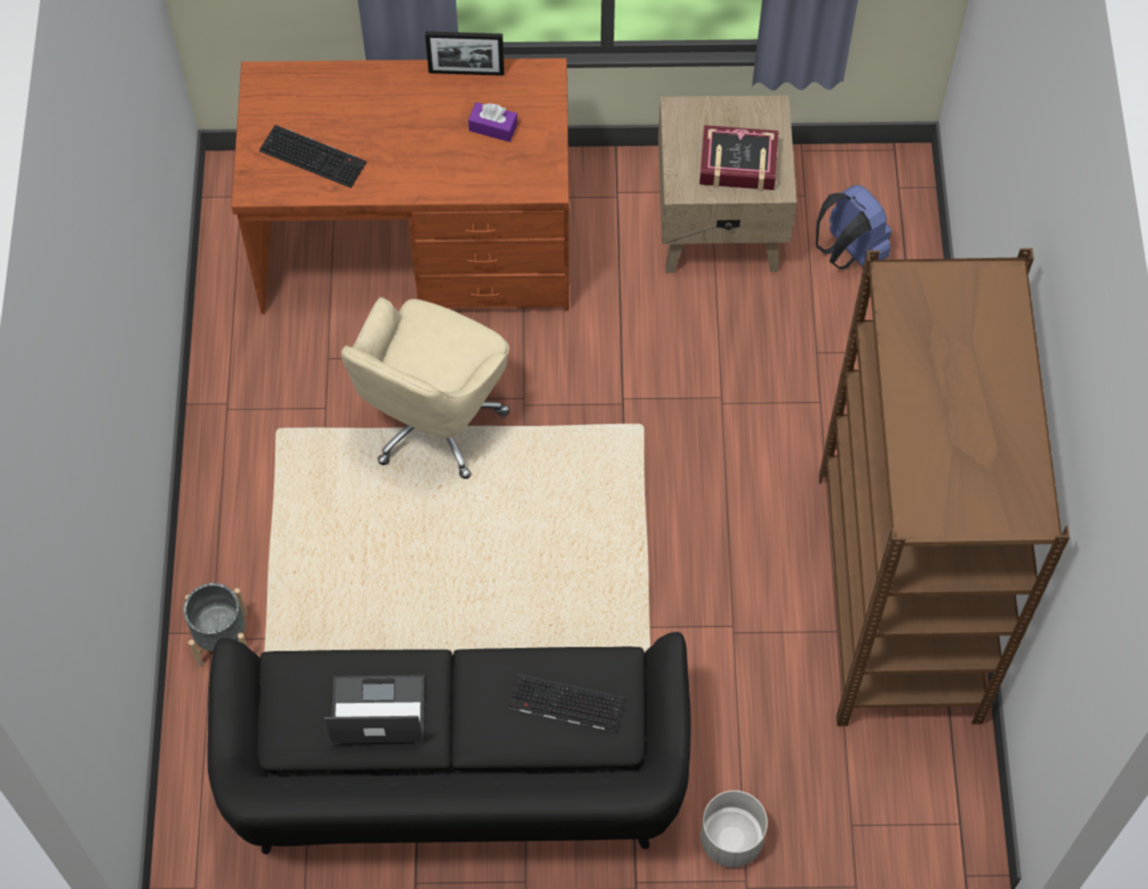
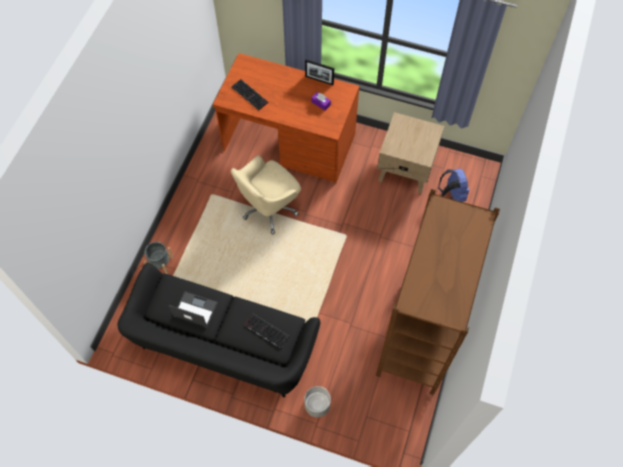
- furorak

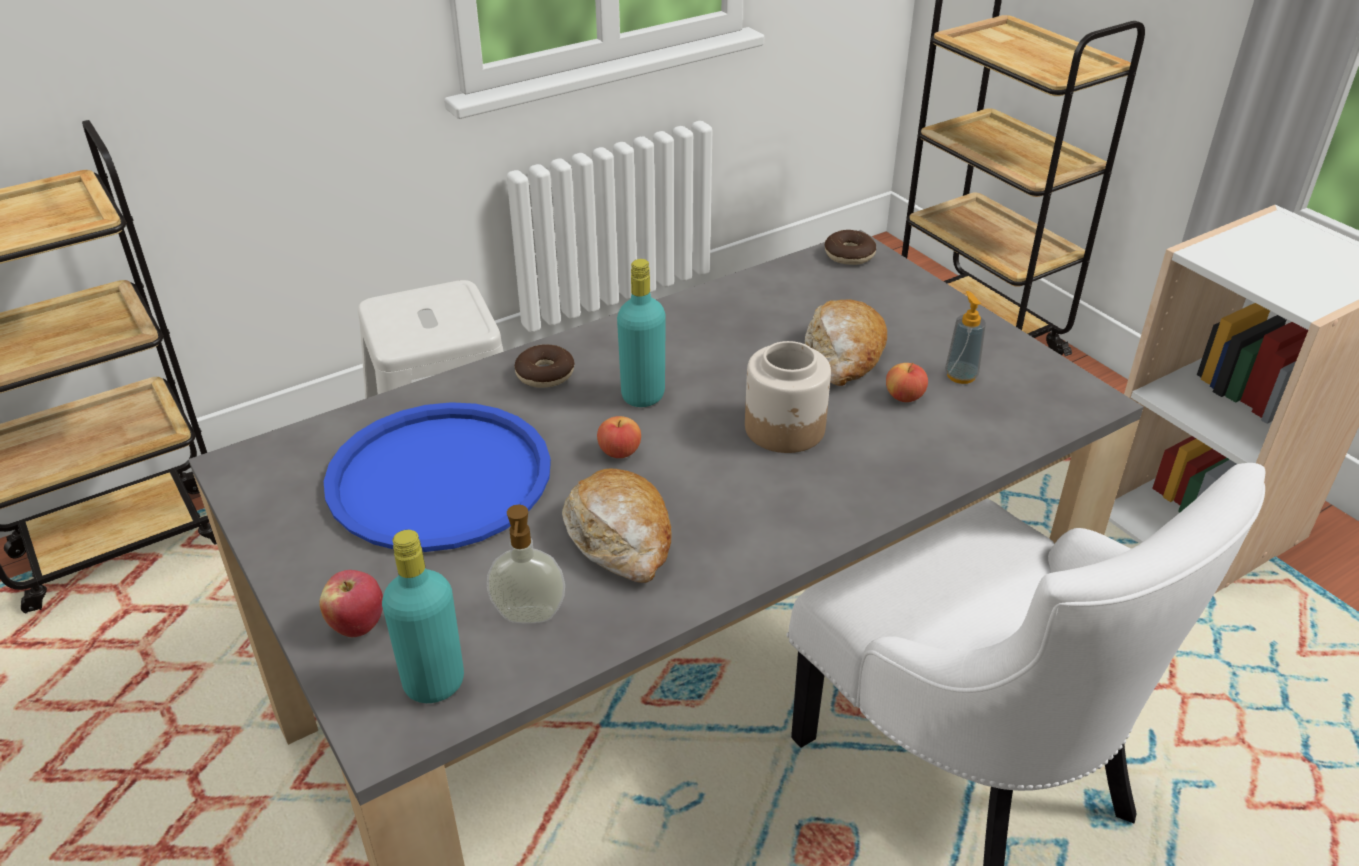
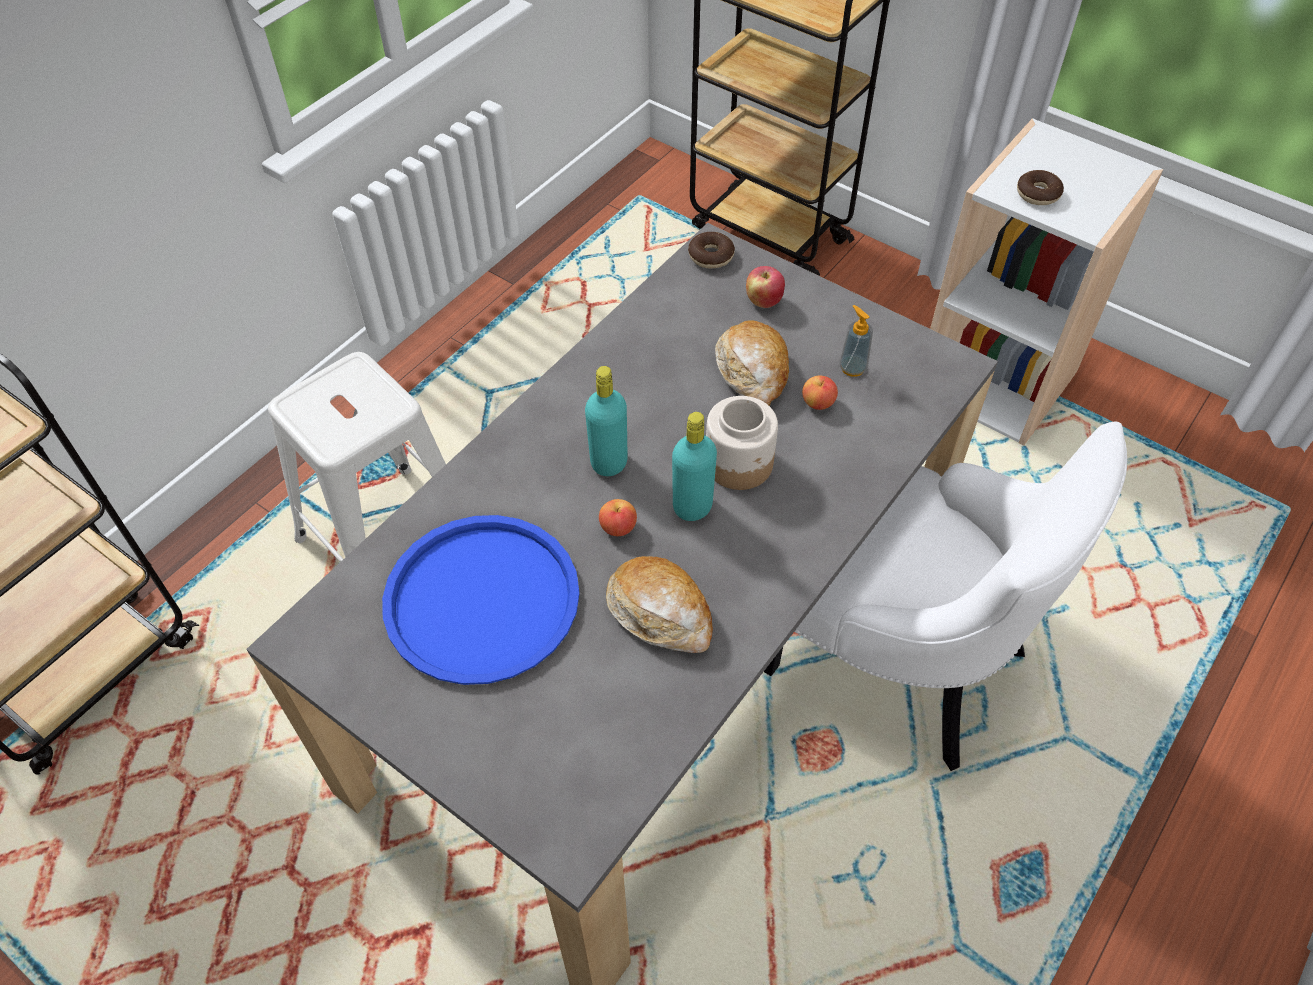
- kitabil (no. 1 from left)
~ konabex (no. 1 from left in the first image) to konabex (no. 2 from left)
~ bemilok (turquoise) (no. 1 from left in the first image) to bemilok (turquoise) (no. 2 from left)
~ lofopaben (no. 1 from left in the first image) to lofopaben (no. 2 from left)

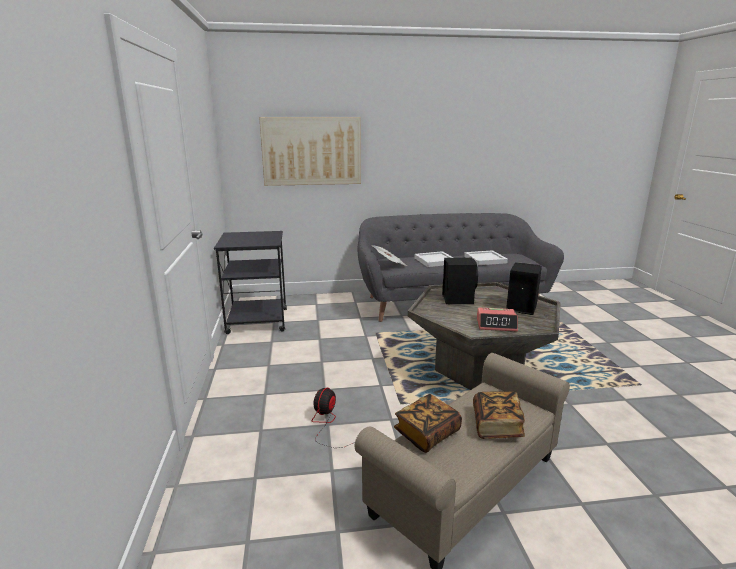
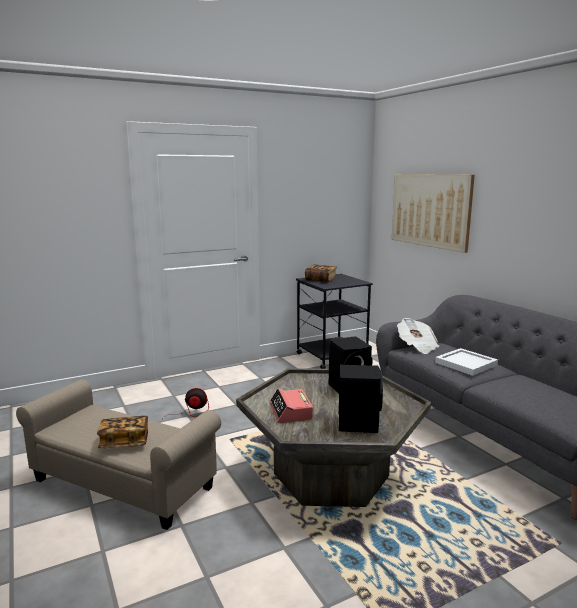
- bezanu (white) (no. 2 from left)
~ furorak (no. 1 from left in the first image) to furorak (no. 2 from left)

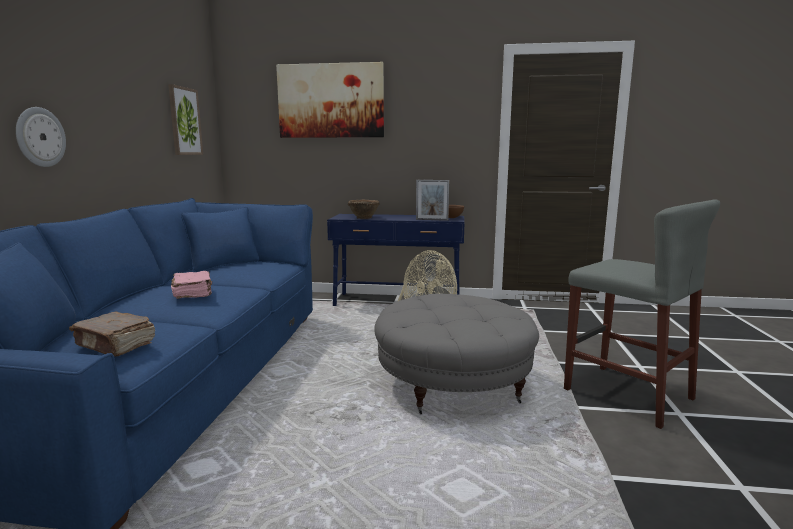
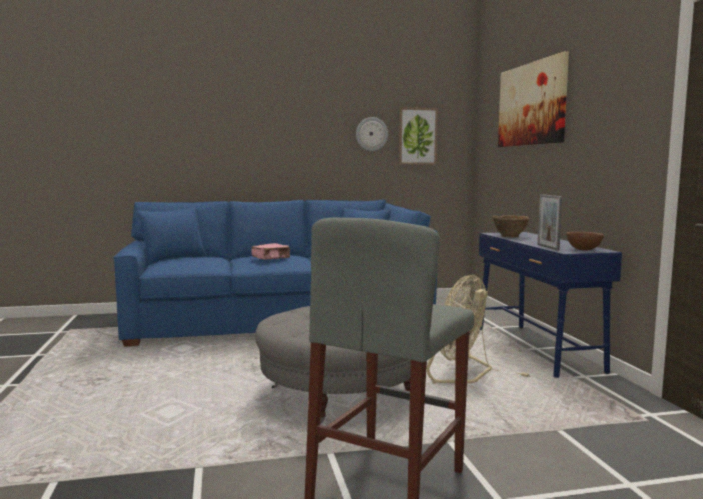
- furorak (brown)
~ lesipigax

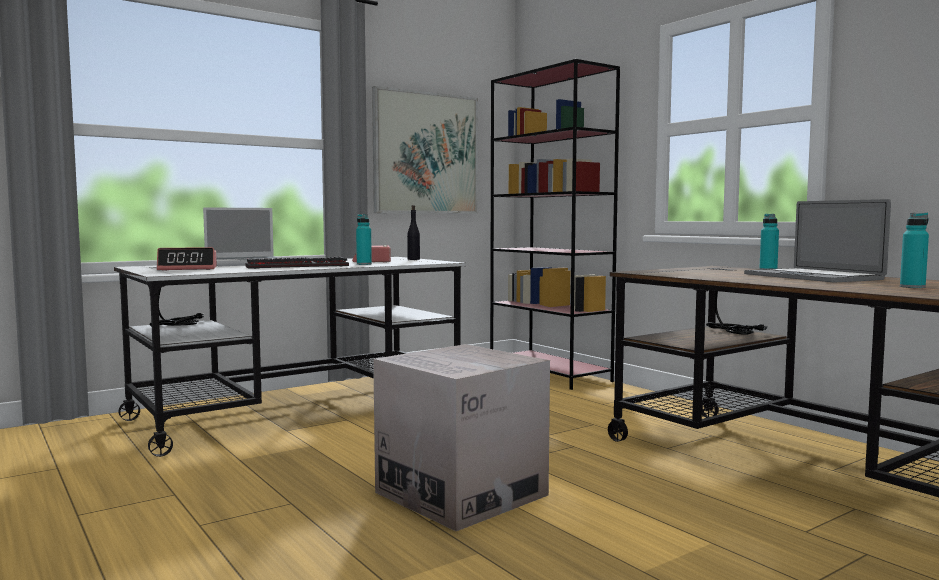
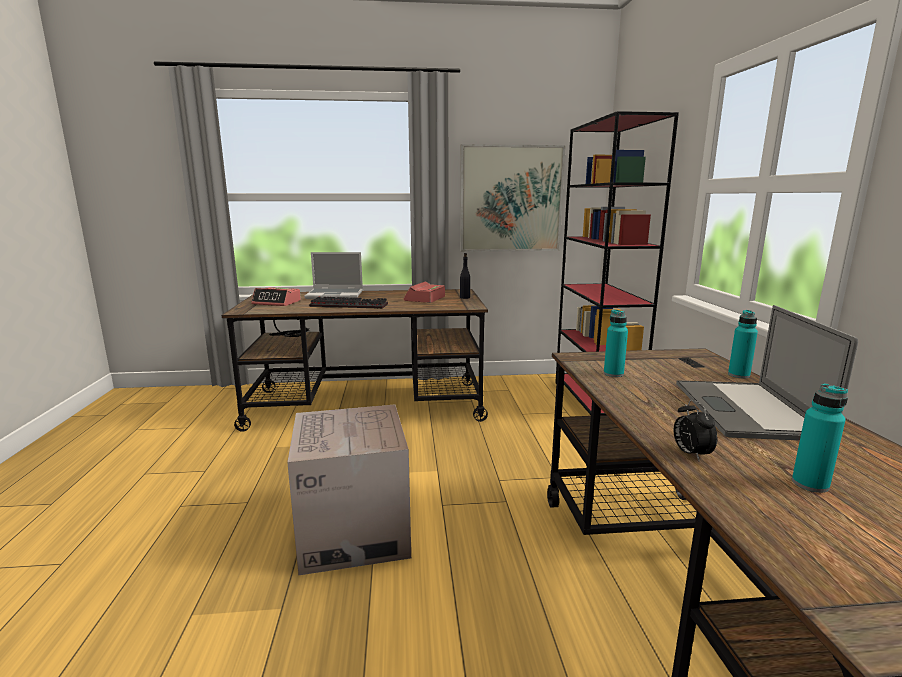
+ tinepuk (no. 3 from left)
~ bemilok (turquoise) (no. 1 from left)
~ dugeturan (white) to dugeturan (brown) (no. 1 from left)

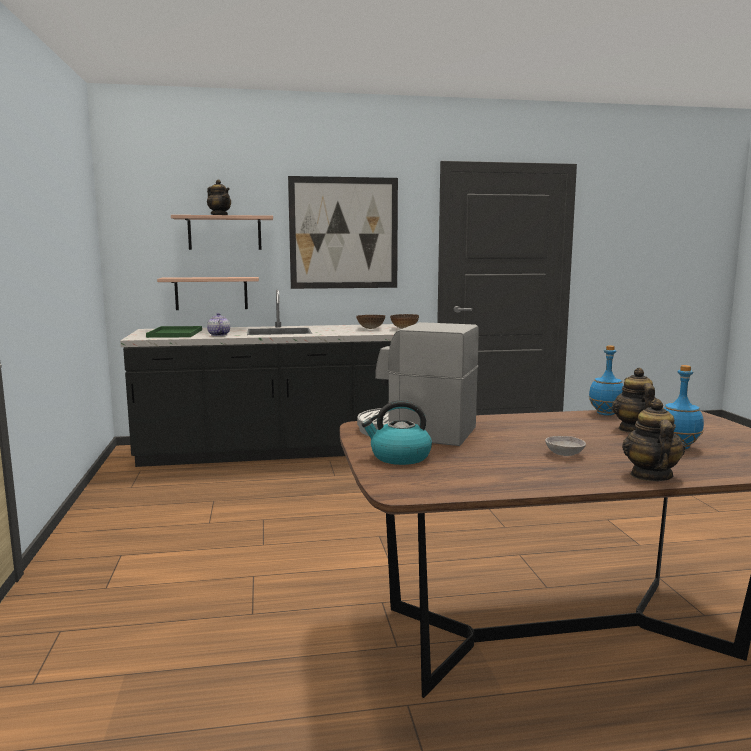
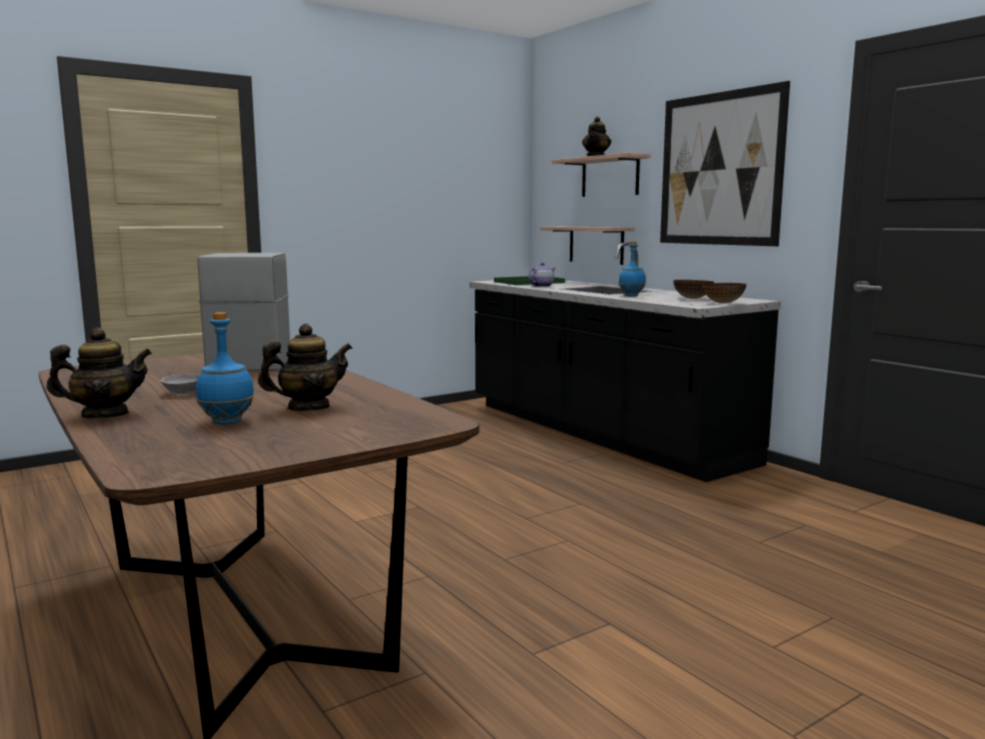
- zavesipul
~ bemilok (blue) (no. 1 from left in the first image) to bemilok (blue) (no. 2 from left)

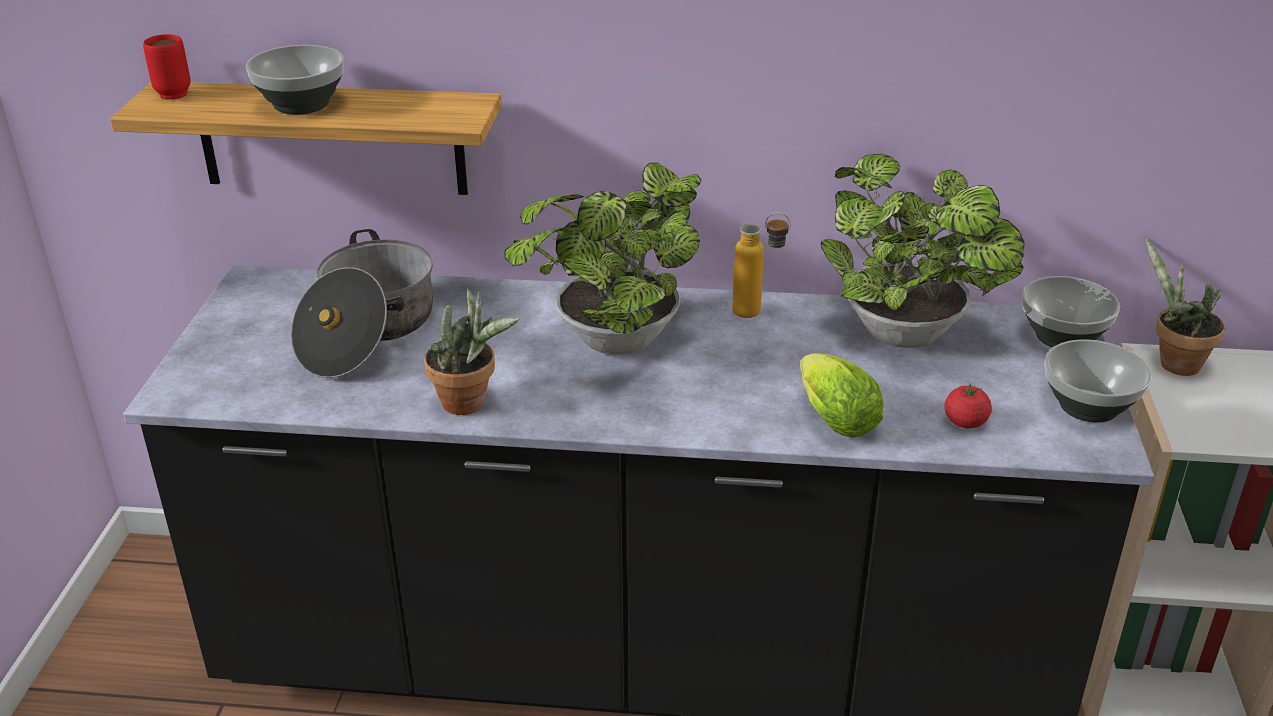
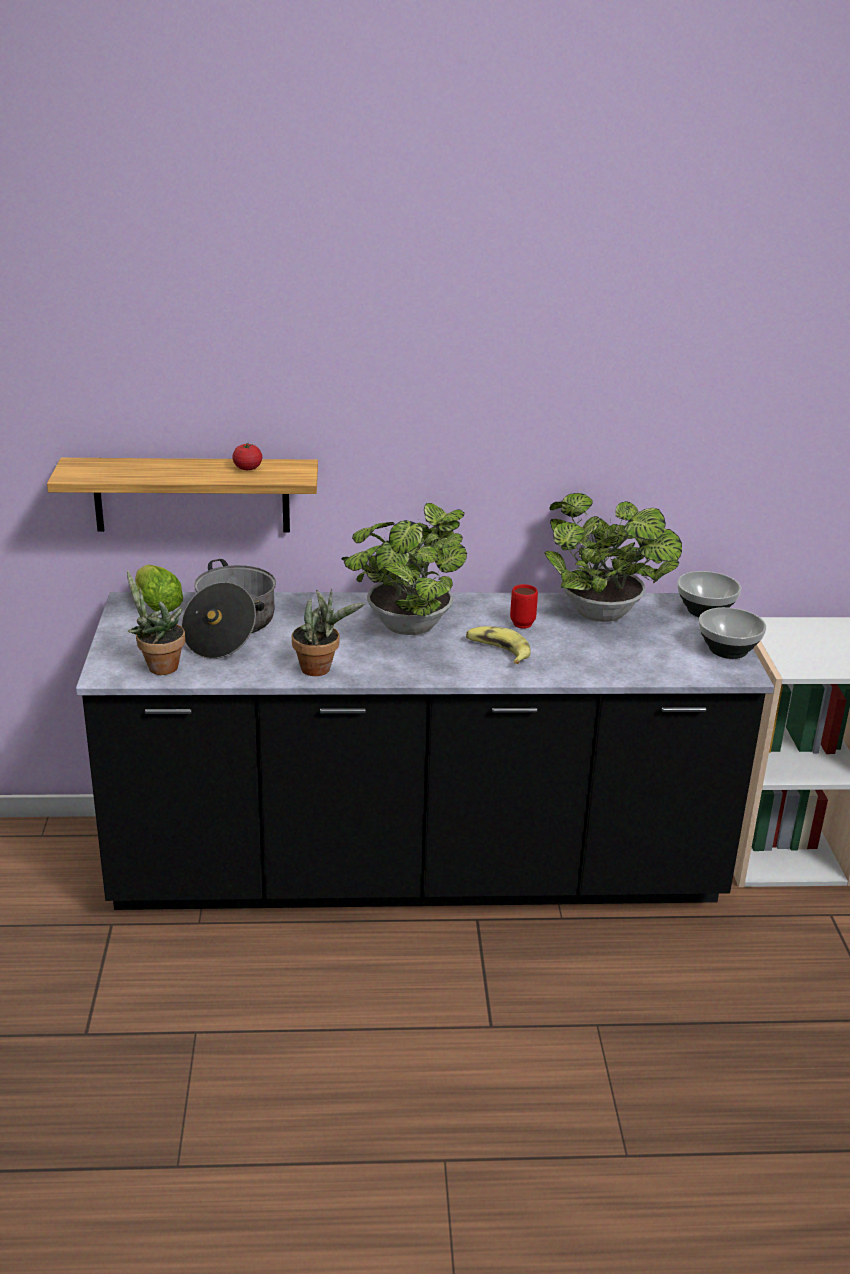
- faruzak (no. 1 from left)
- bemilok
+ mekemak
~ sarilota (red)
~ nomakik
~ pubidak
~ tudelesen (no. 4 from left in the first image) to tudelesen (no. 1 from left)

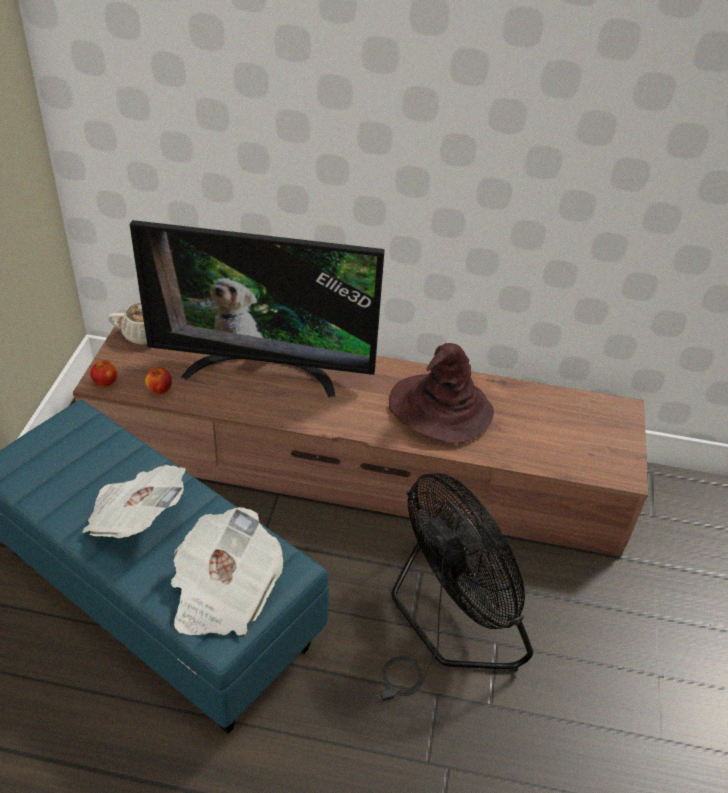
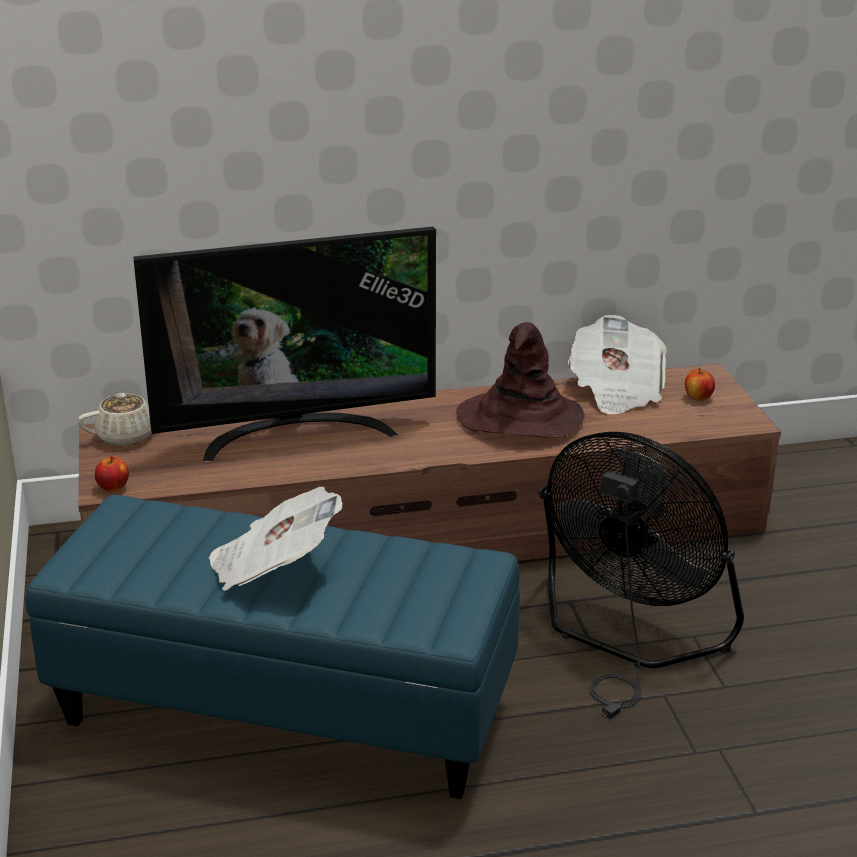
~ konabex (no. 2 from left)
~ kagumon (no. 2 from left)

